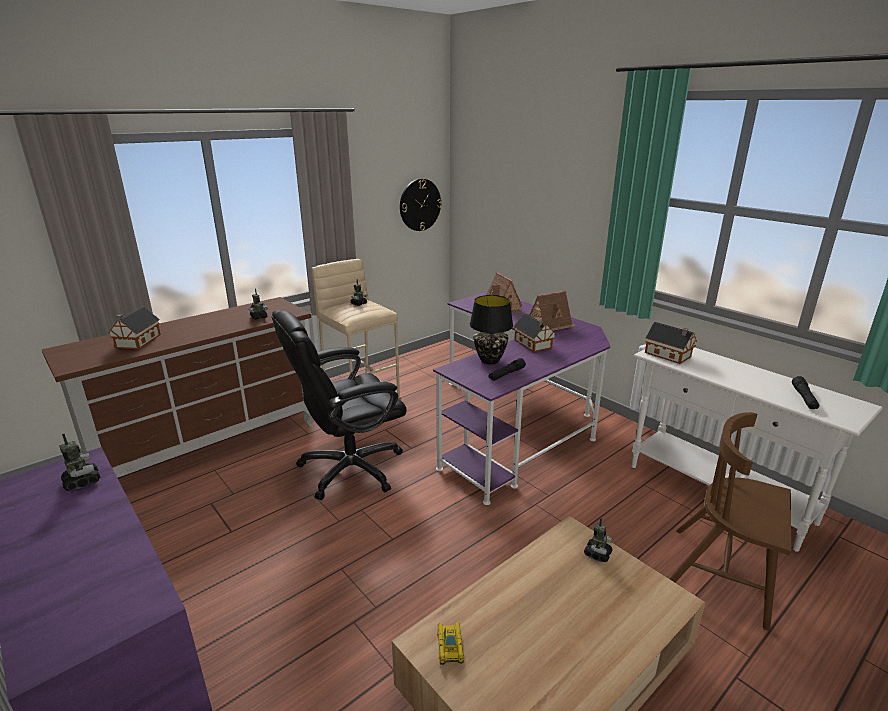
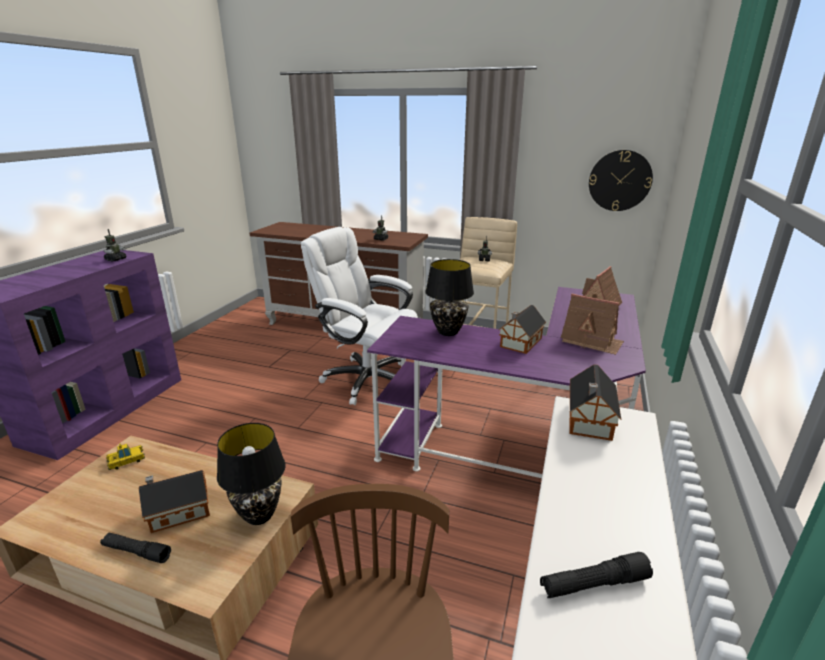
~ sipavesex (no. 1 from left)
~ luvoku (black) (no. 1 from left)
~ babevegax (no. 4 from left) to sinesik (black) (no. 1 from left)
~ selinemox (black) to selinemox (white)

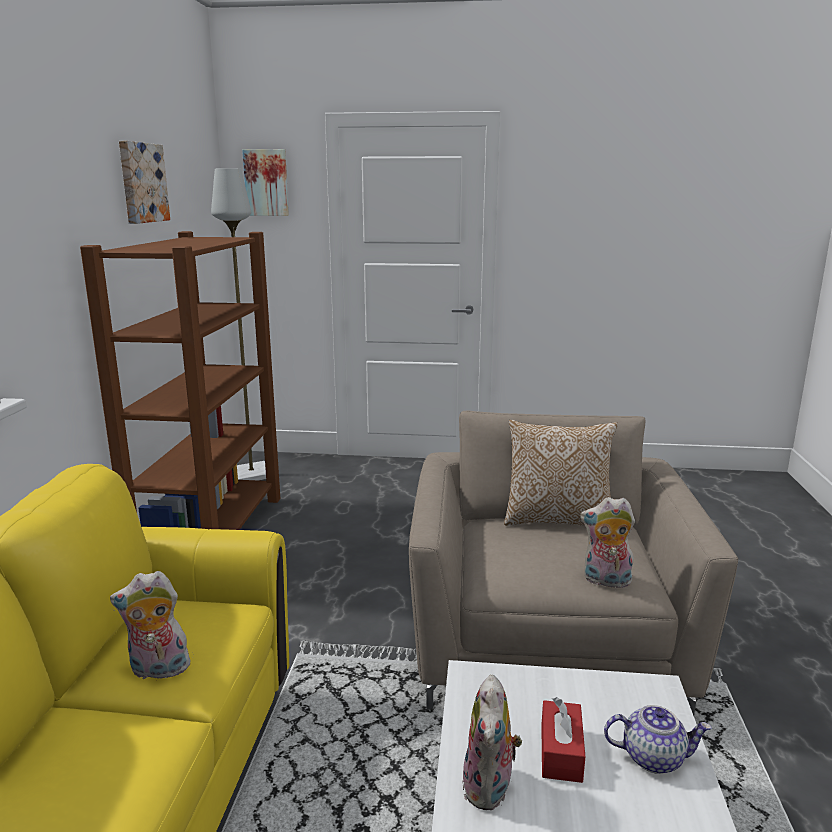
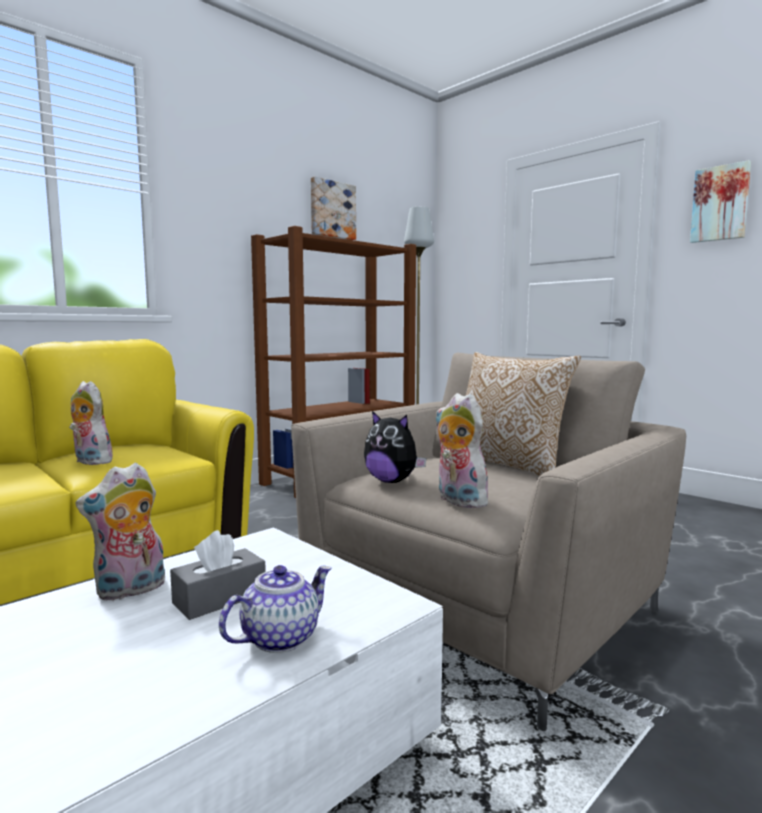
+ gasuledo (no. 3 from left)
~ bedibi (no. 2 from left)
~ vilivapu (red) to vilivapu (grey)
~ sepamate 90 degrees counterclockwise

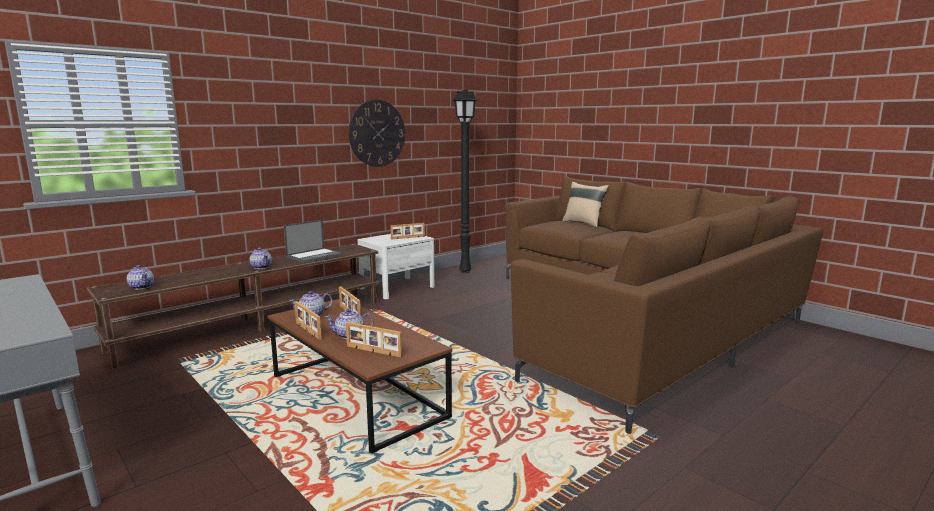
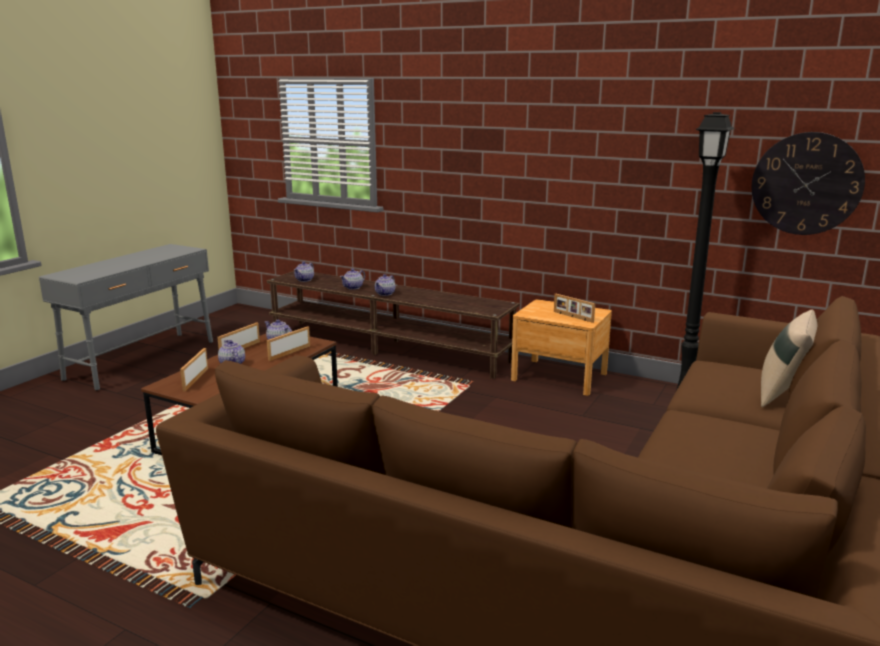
- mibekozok
+ sepamate (no. 4 from left)
~ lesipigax
~ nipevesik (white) to nipevesik (brown)

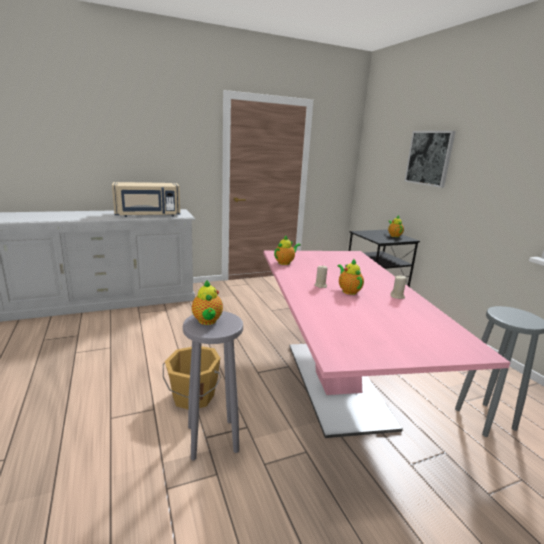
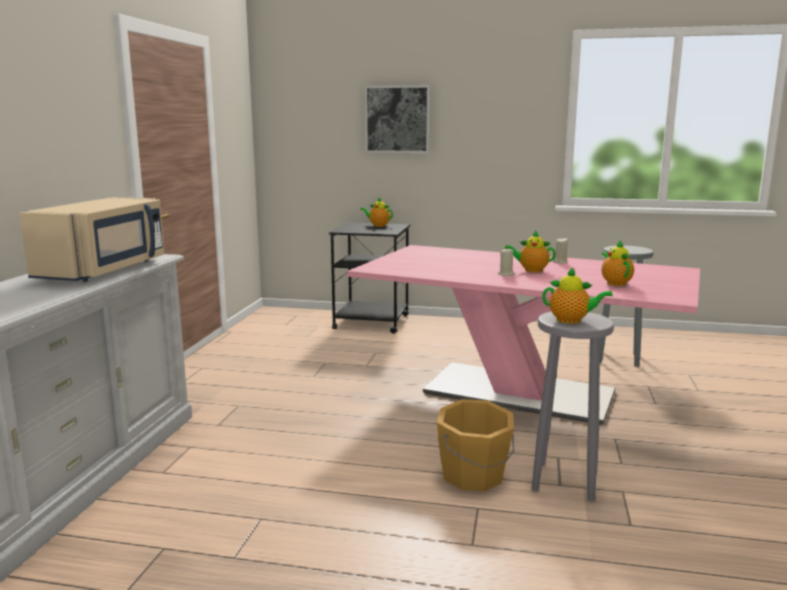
~ sepamate (no. 2 from left in the first image) to sepamate (no. 4 from left)

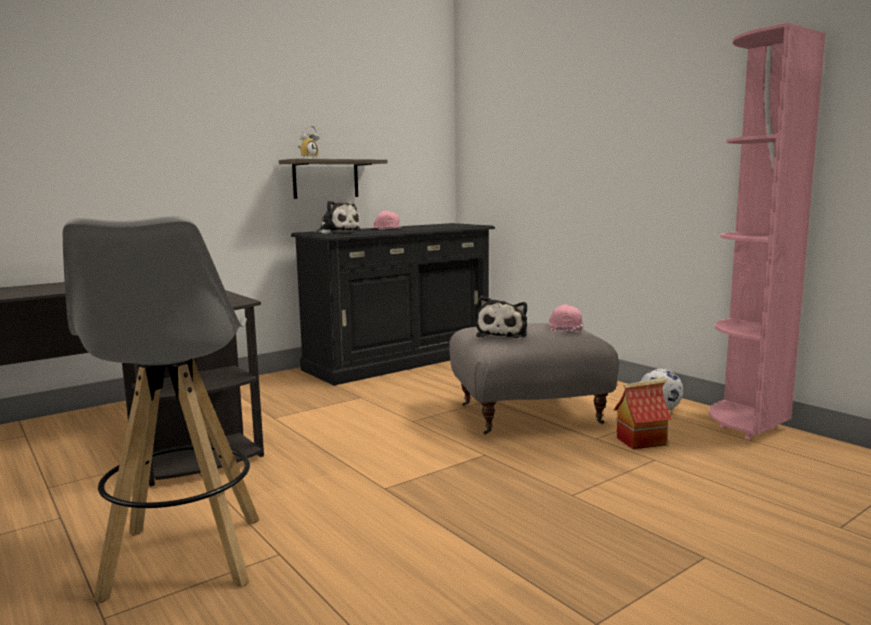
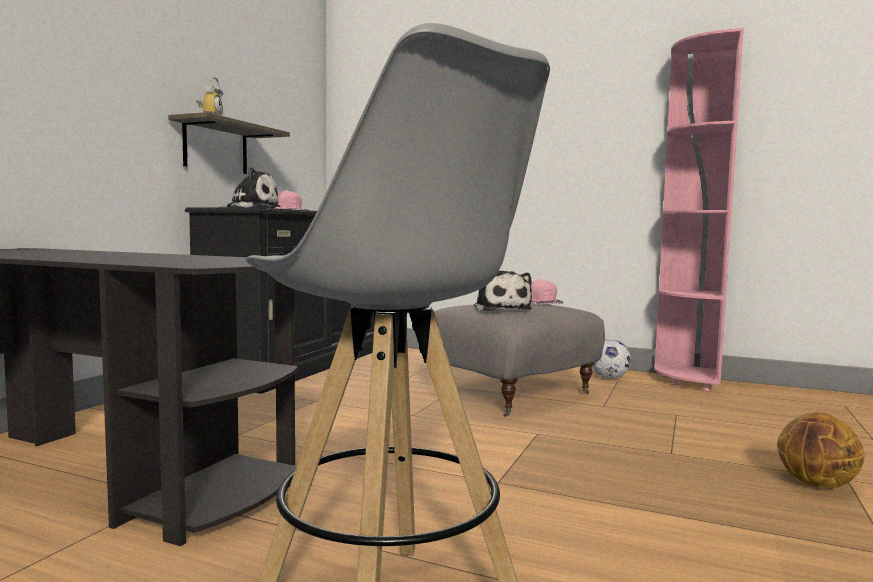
- sipavesex
+ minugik

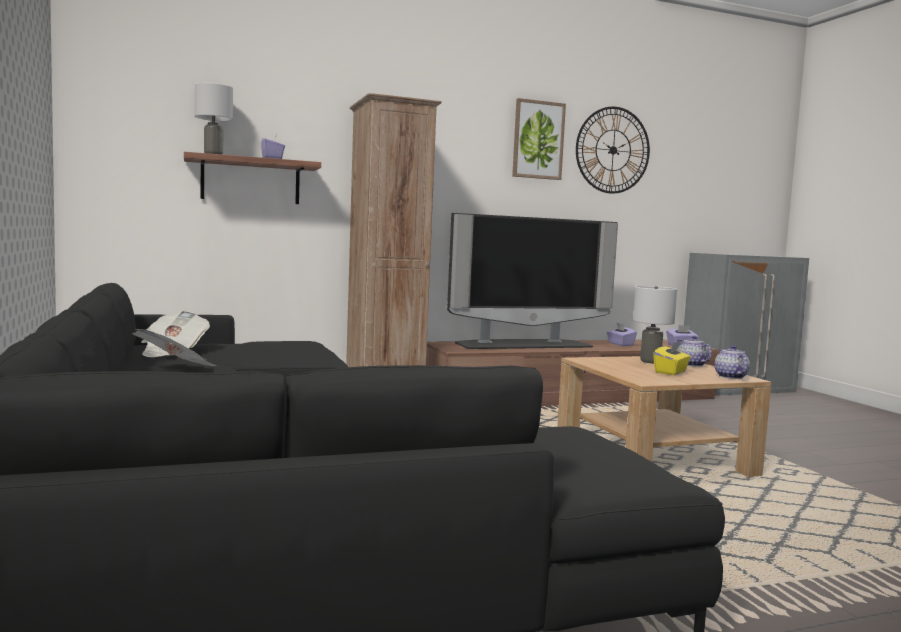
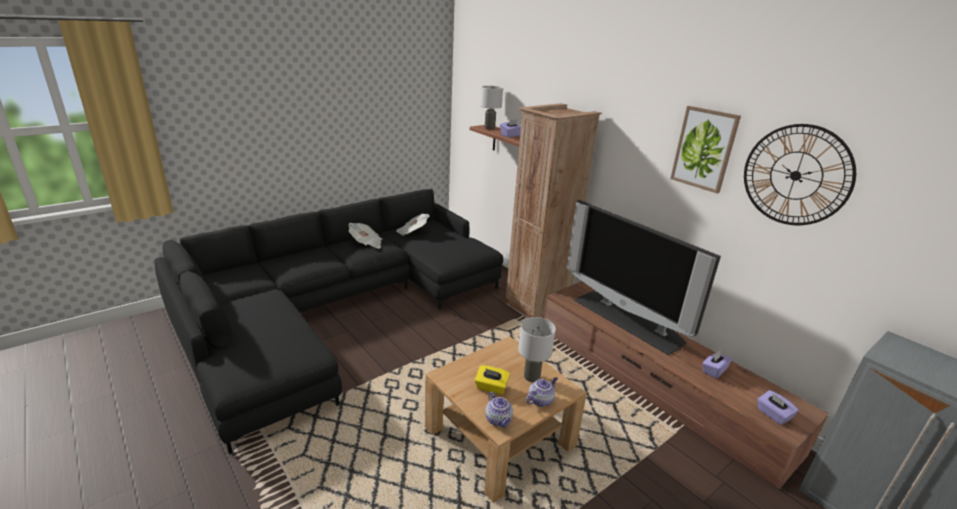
~ sepamate (no. 2 from left in the first image) 90 degrees clockwise

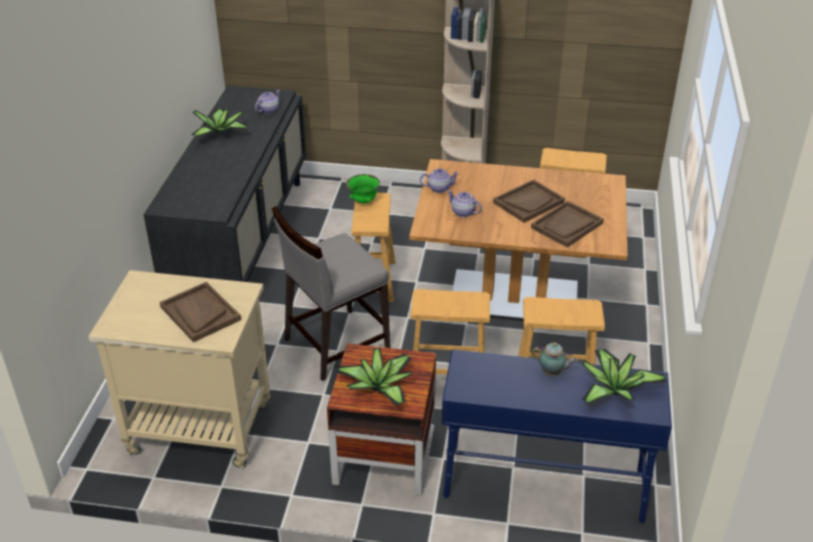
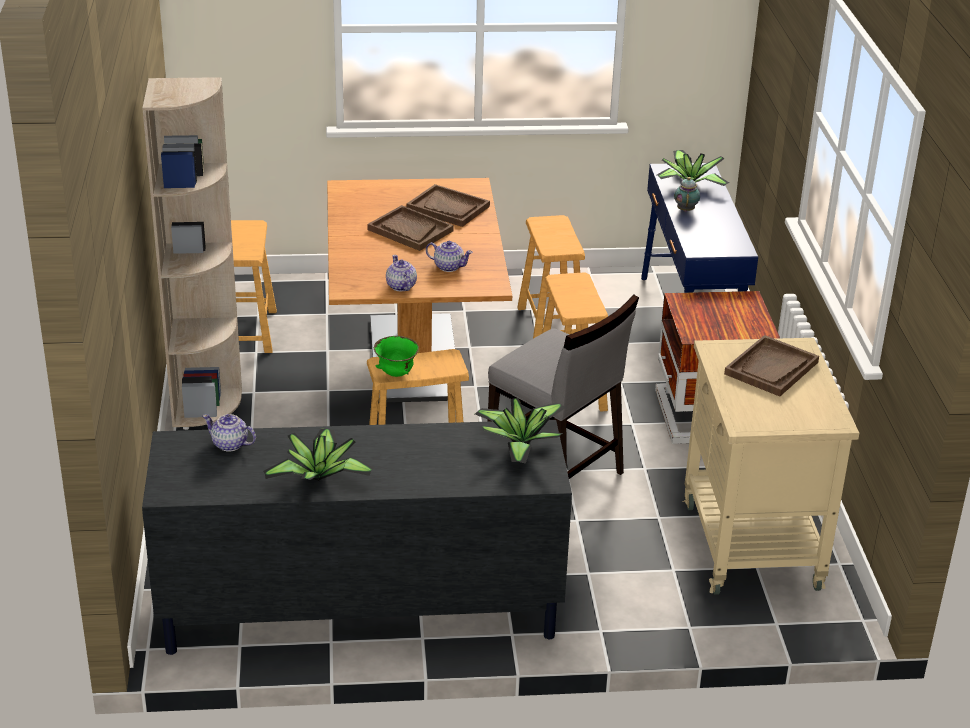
~ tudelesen (no. 2 from left)
~ sepamate (no. 3 from left) 90 degrees counterclockwise

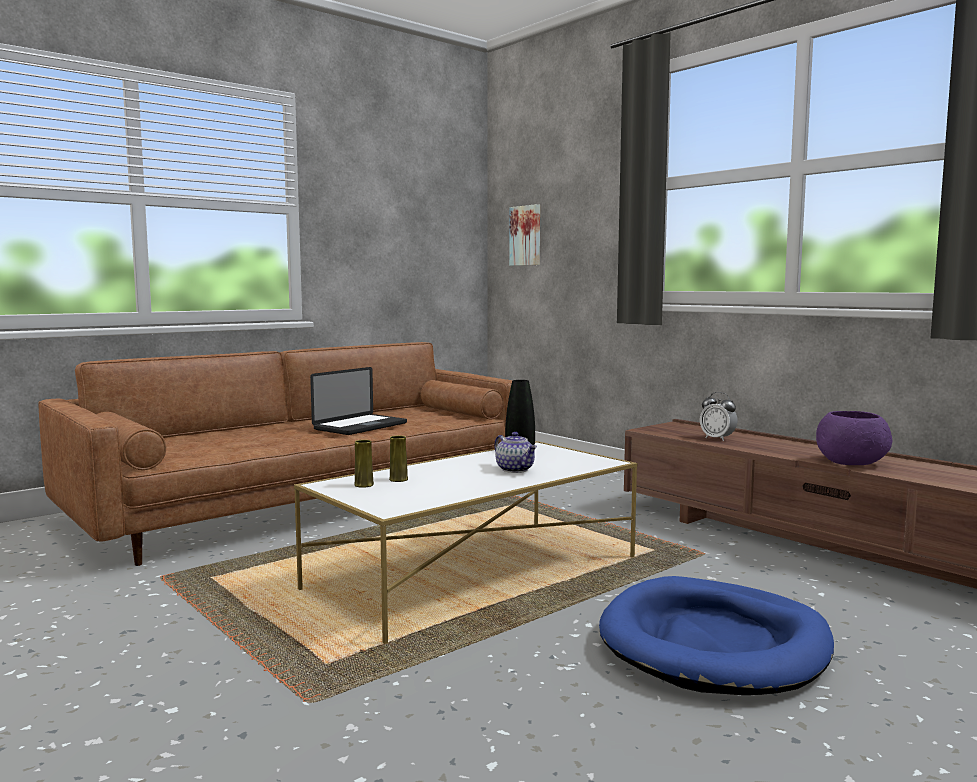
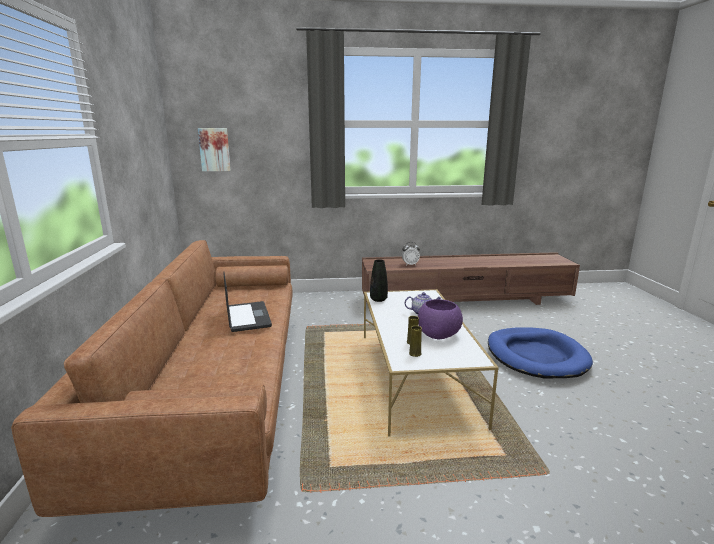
~ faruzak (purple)

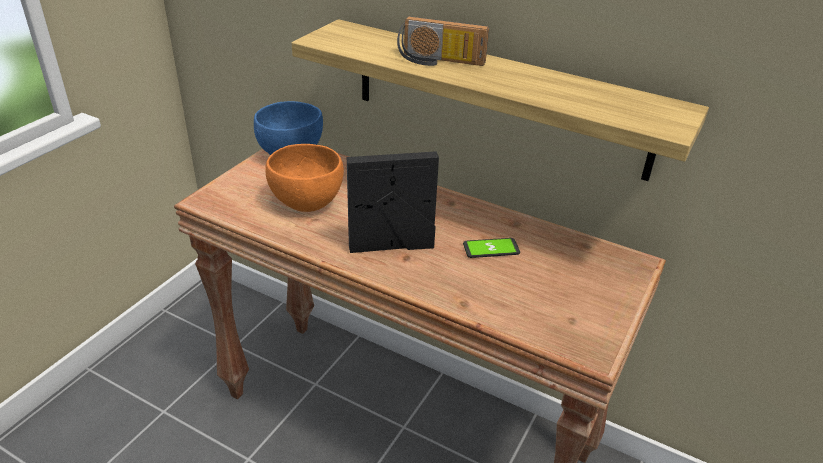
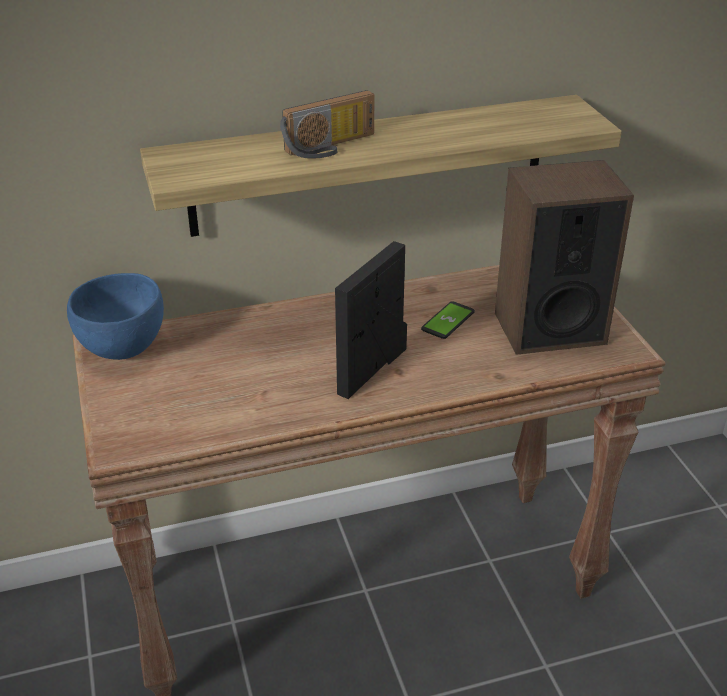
- faruzak (orange)
+ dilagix

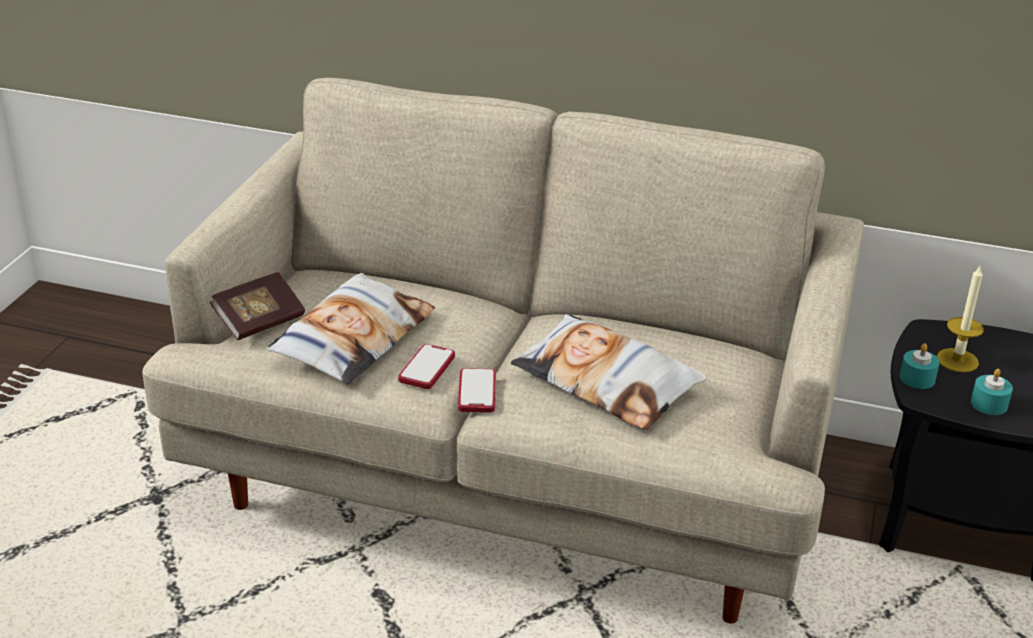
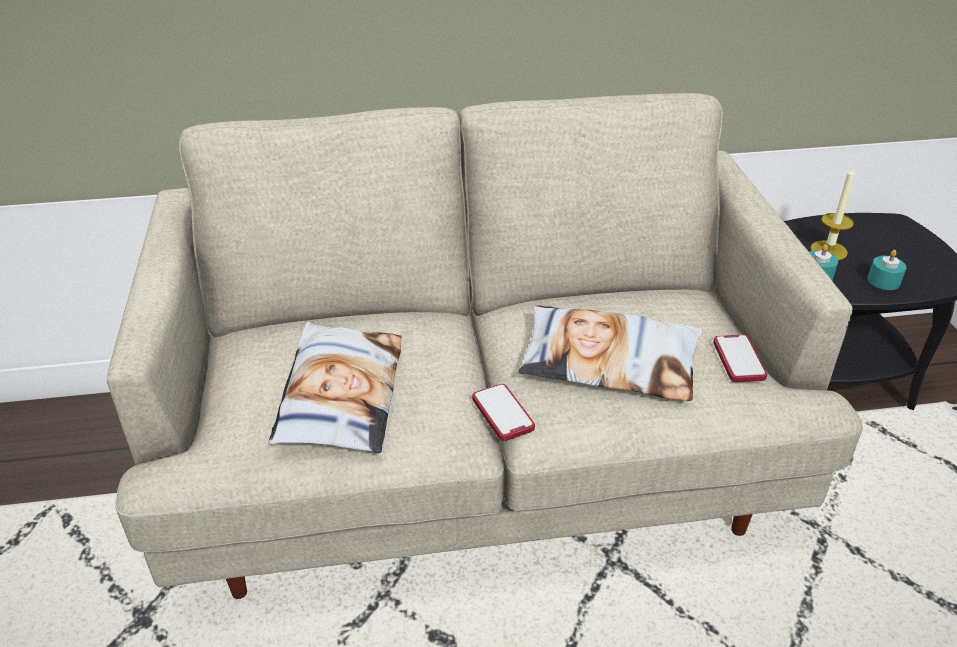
- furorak
~ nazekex (no. 1 from left in the first image) to nazekex (no. 2 from left)

